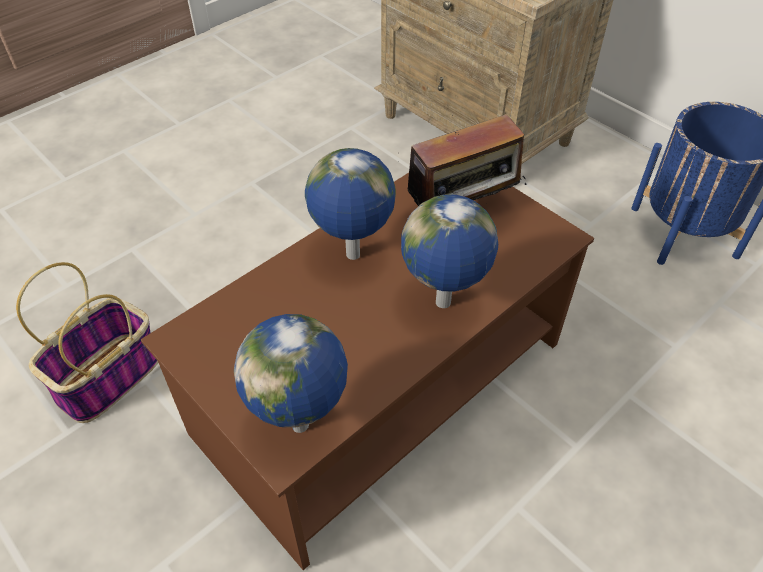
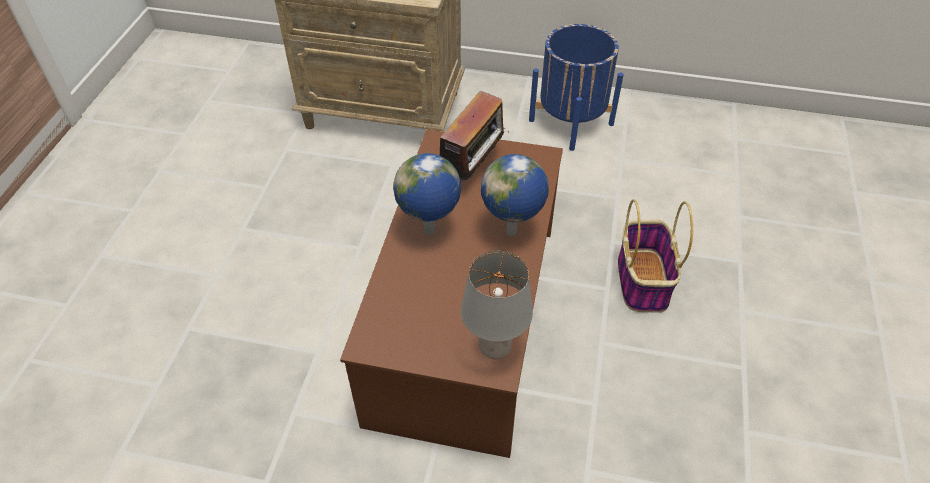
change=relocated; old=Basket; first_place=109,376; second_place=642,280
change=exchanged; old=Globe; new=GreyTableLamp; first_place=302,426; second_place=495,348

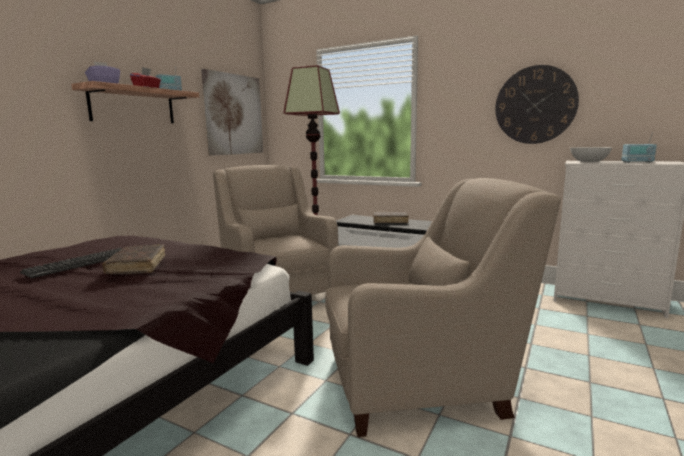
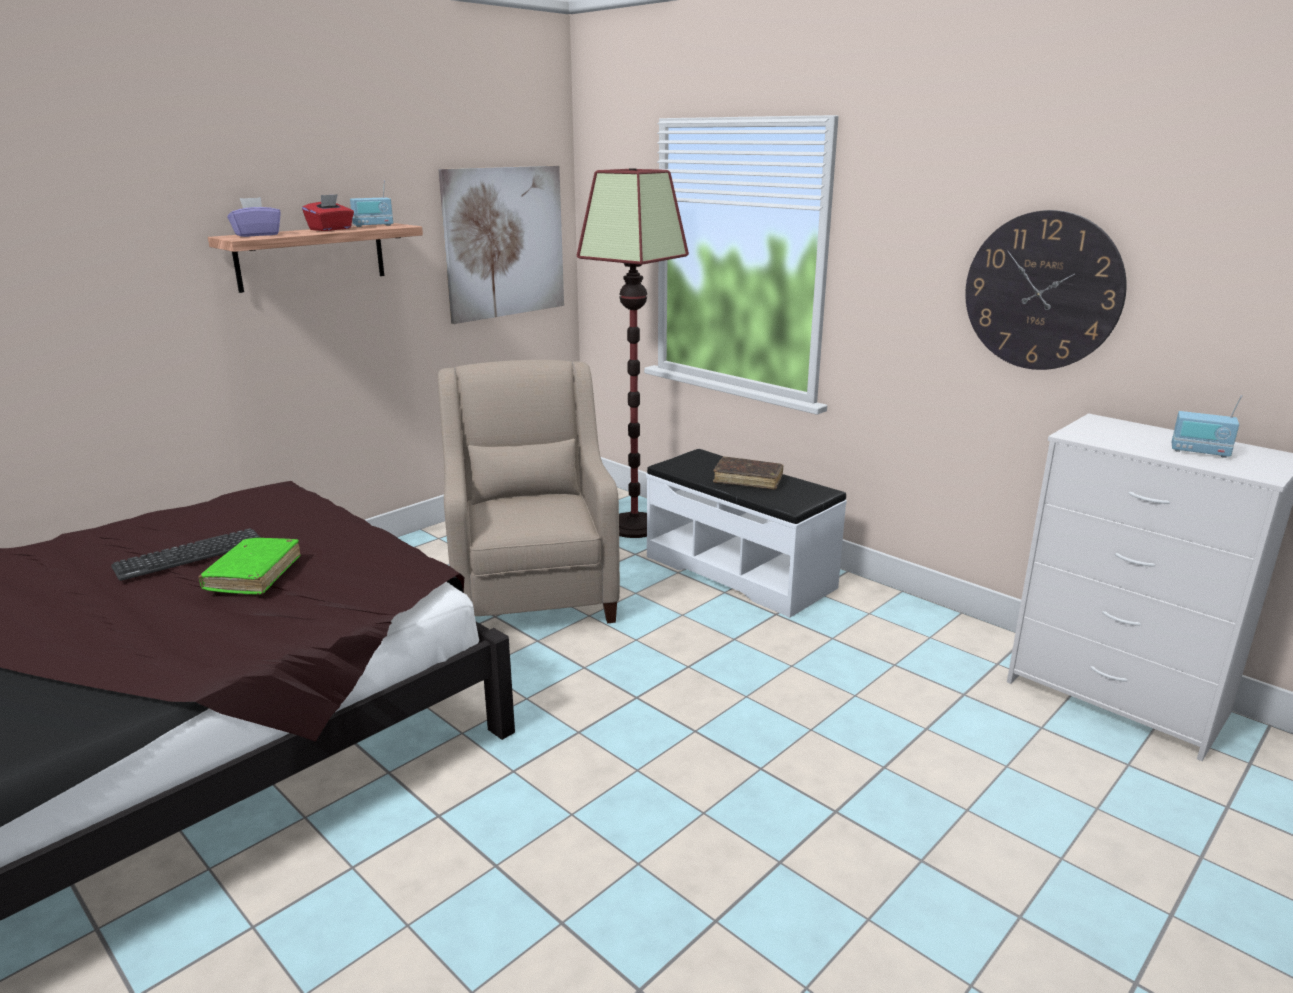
change=colour; old=BrownBook; new=GreenBook; first_place=137,266; second_place=254,575
change=missing; old=BeigeArmchair; first_place=420,382
change=missing; old=WhiteBowl; first_place=589,161

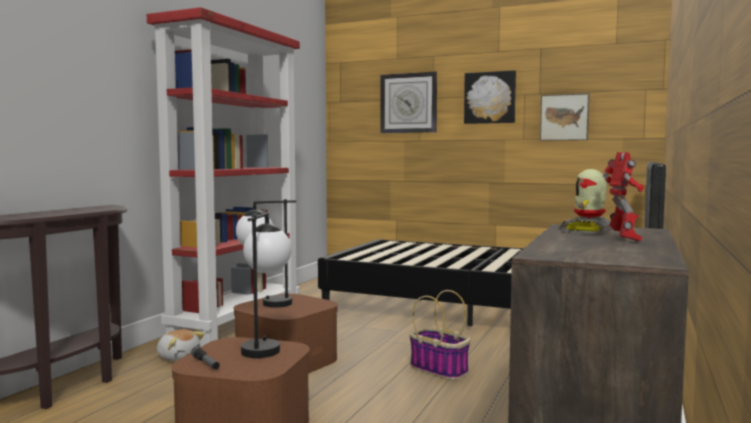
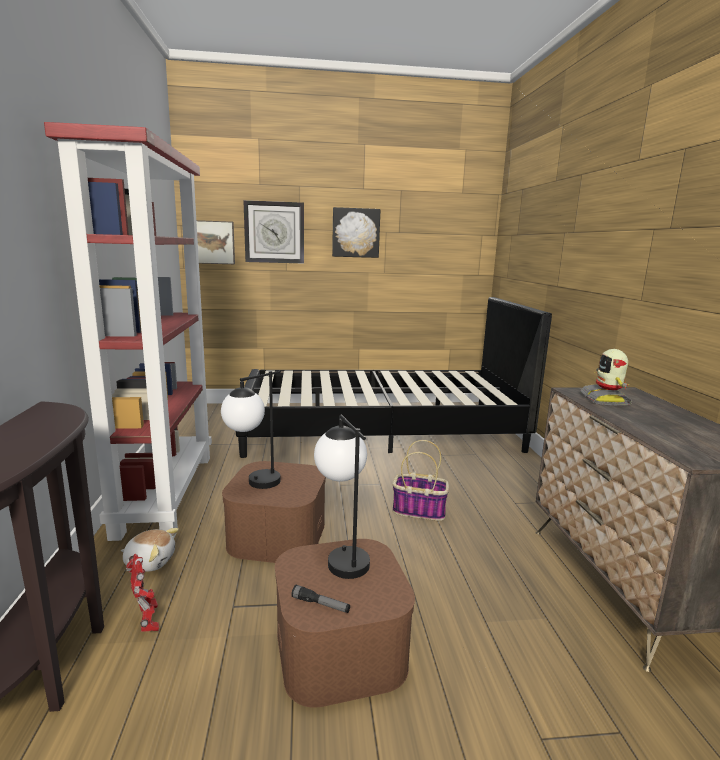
change=relocated; old=Picture; first_place=564,117; second_place=213,242
change=relocated; old=ToyRobot; first_place=624,239; second_place=148,622

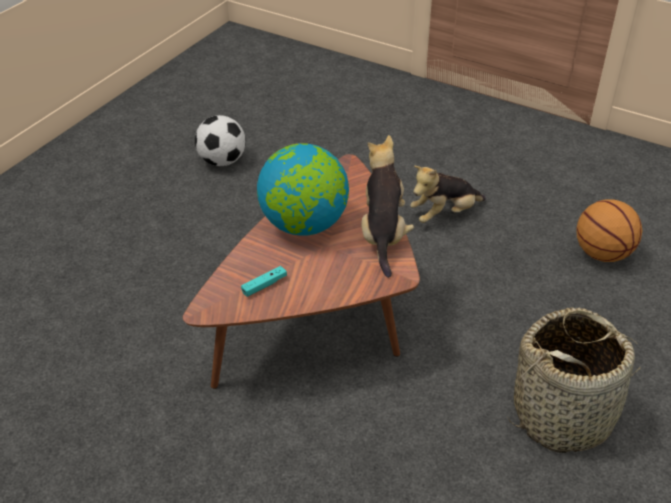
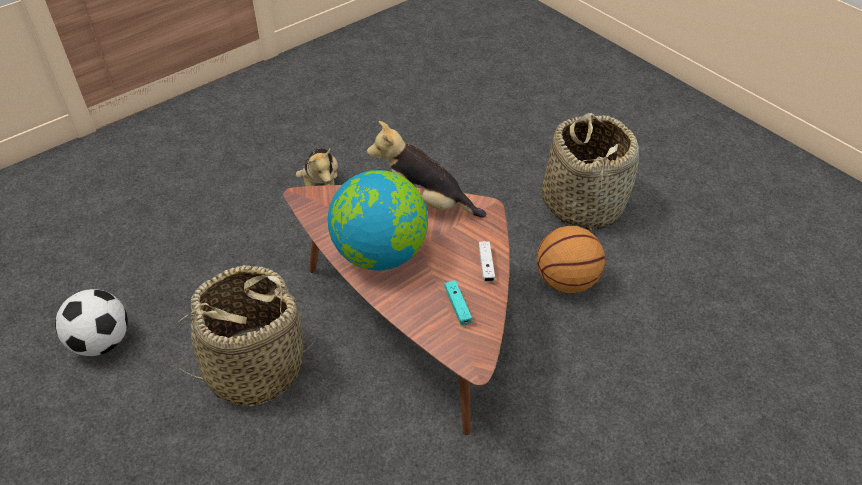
change=relocated; old=Basketball; first_place=601,254; second_place=566,282
change=appeared; new=Basket; second_place=254,367
change=appeared; new=WhiteGameController; second_place=486,265

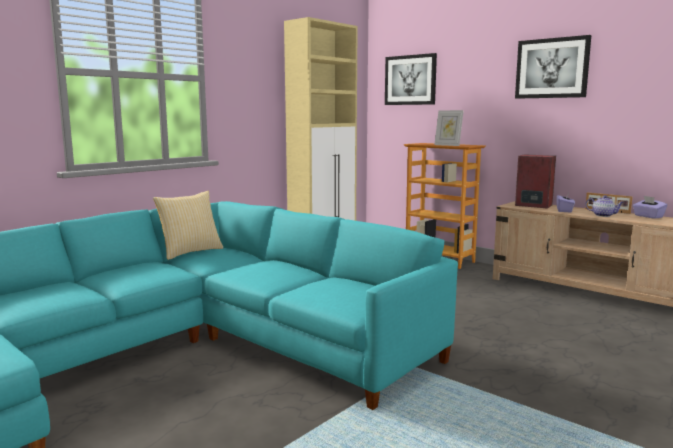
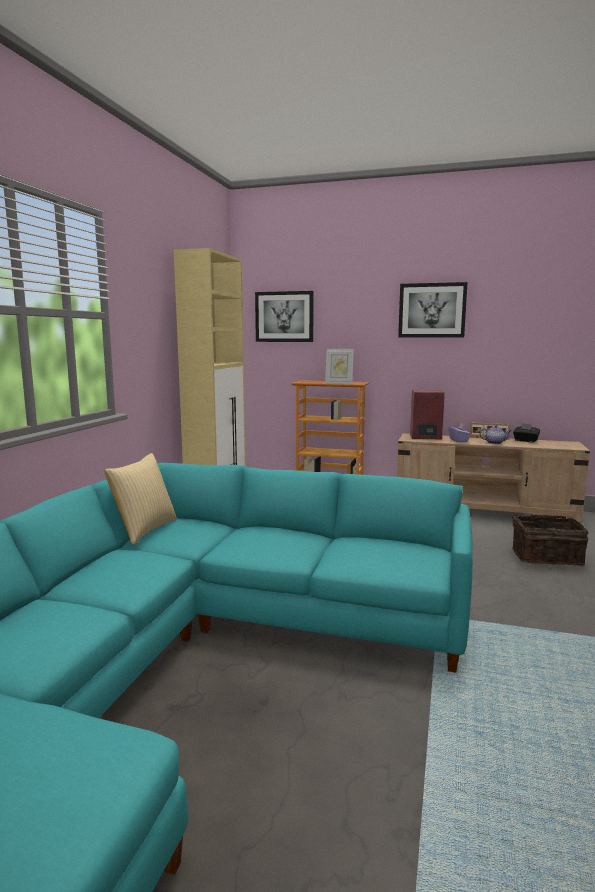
change=colour; old=PurpleTissueBox; new=BlackTissueBox; first_place=648,216; second_place=525,440
change=appeared; new=Basket; second_place=545,557

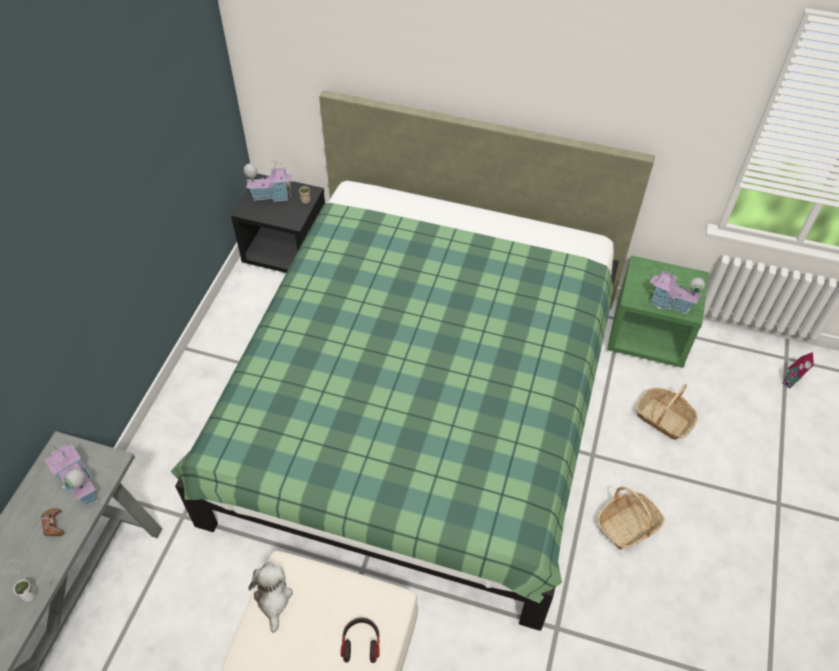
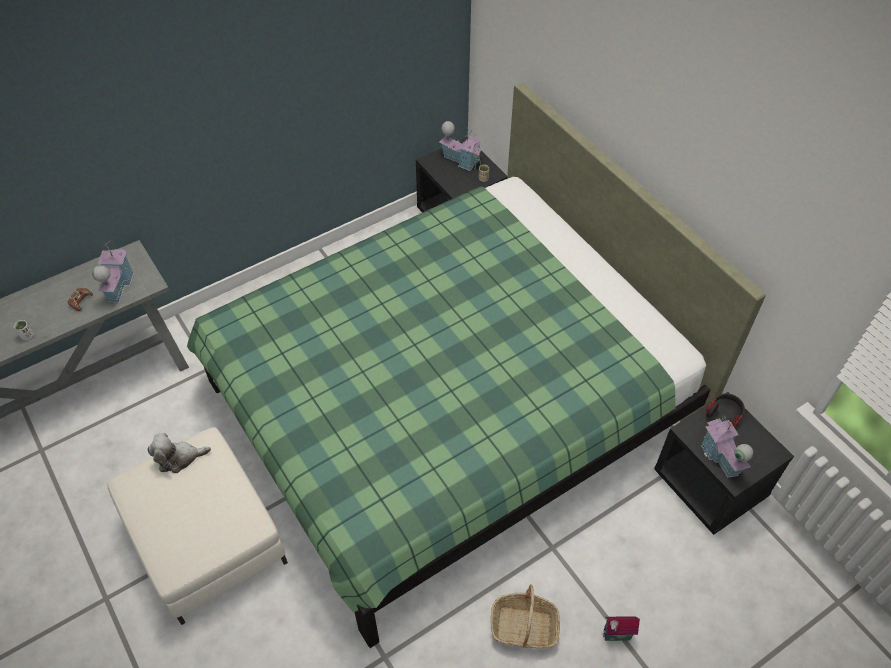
change=spun; old=PlushToy; first_place=273,598; second_place=179,458; degrees=-135
change=relocated; old=Headphones; first_place=361,643; second_place=724,414
change=colour; old=GreenNightstand; new=BlackNightstand; first_place=648,336; second_place=710,485
change=missing; old=Basket; first_place=663,419
change=relocated; old=ToyHouse; first_place=793,381; second_place=616,637

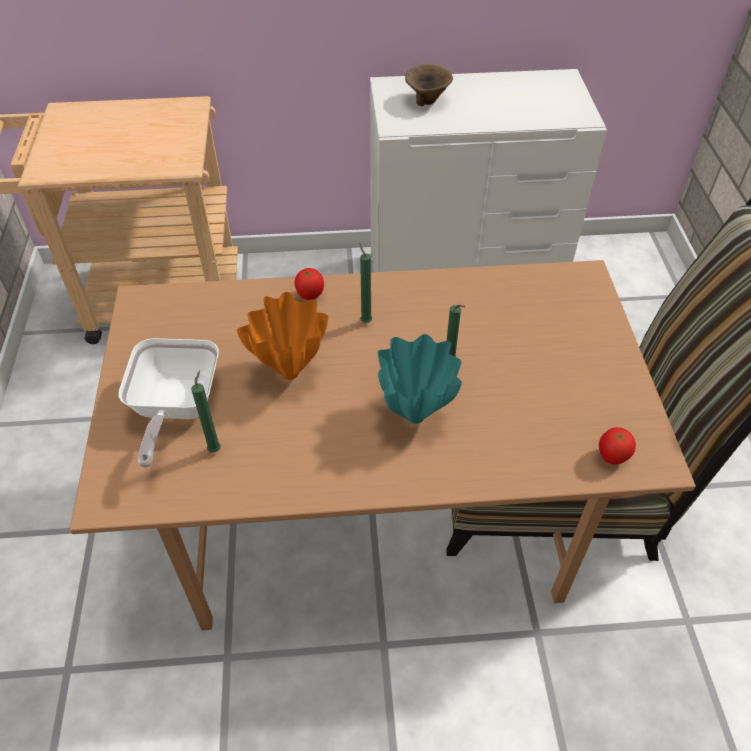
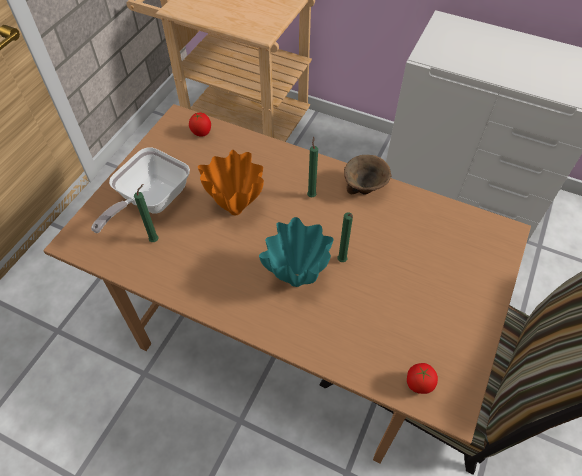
change=relocated; old=Tomato; first_place=310,296; second_place=201,133
change=relocated; old=BrownBowl; first_place=427,100; second_place=365,188

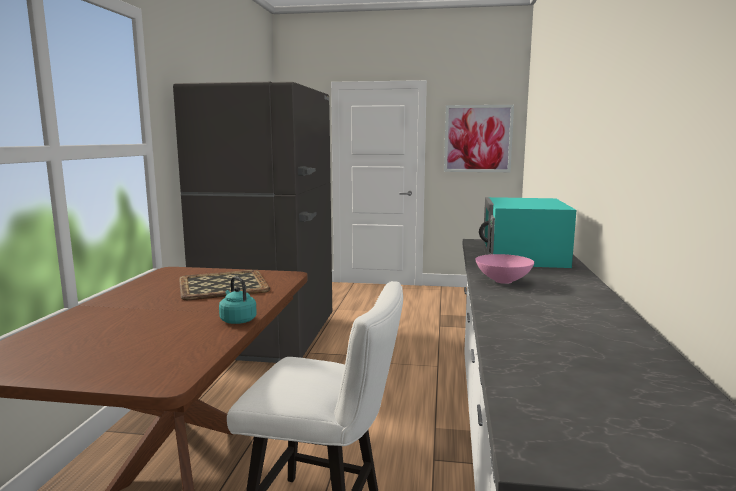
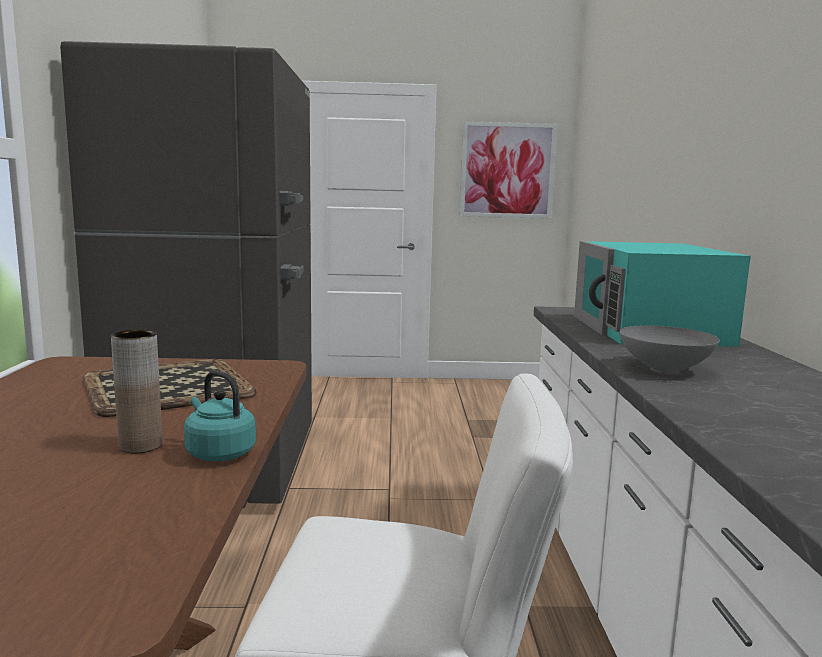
change=colour; old=PinkBowl; new=GreyBowl; first_place=502,281; second_place=663,369
change=appeared; new=BrownVase; second_place=140,446

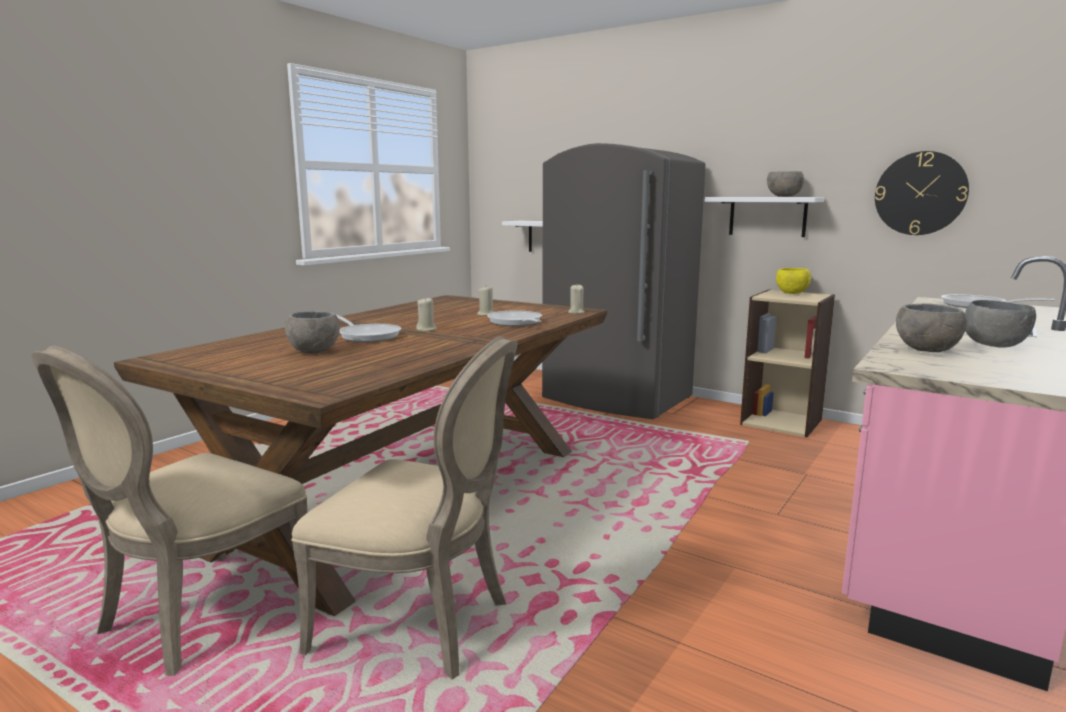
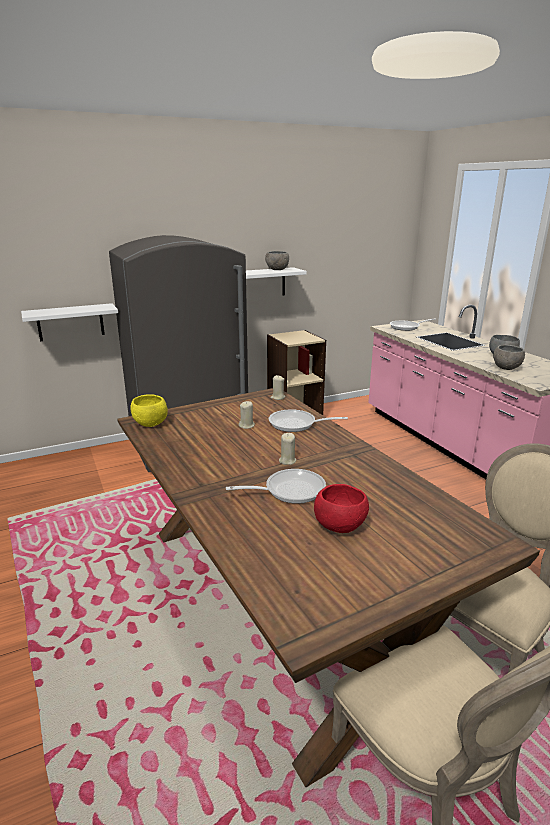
change=colour; old=GreyBowl; new=RedBowl; first_place=314,351; second_place=338,526
change=relocated; old=YellowBowl; first_place=792,293; second_place=150,424
change=missing; old=WallClock; first_place=920,193

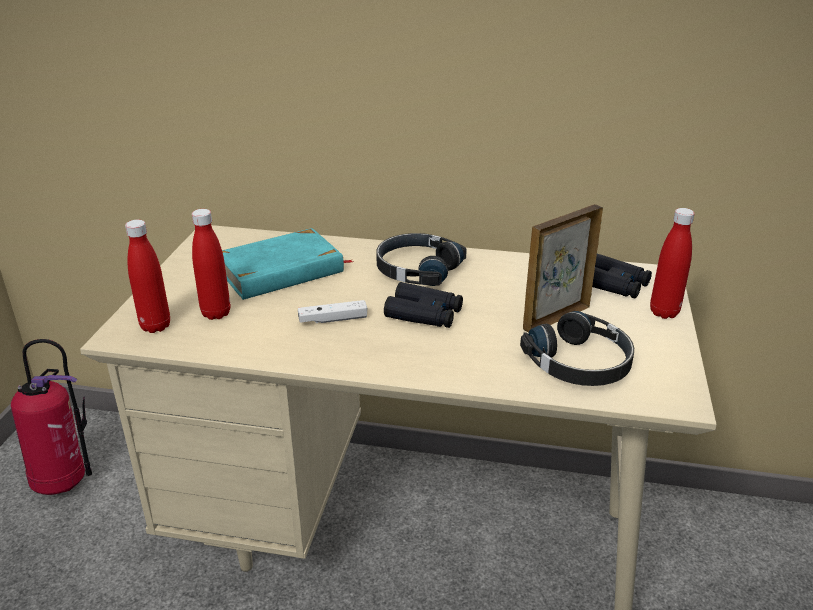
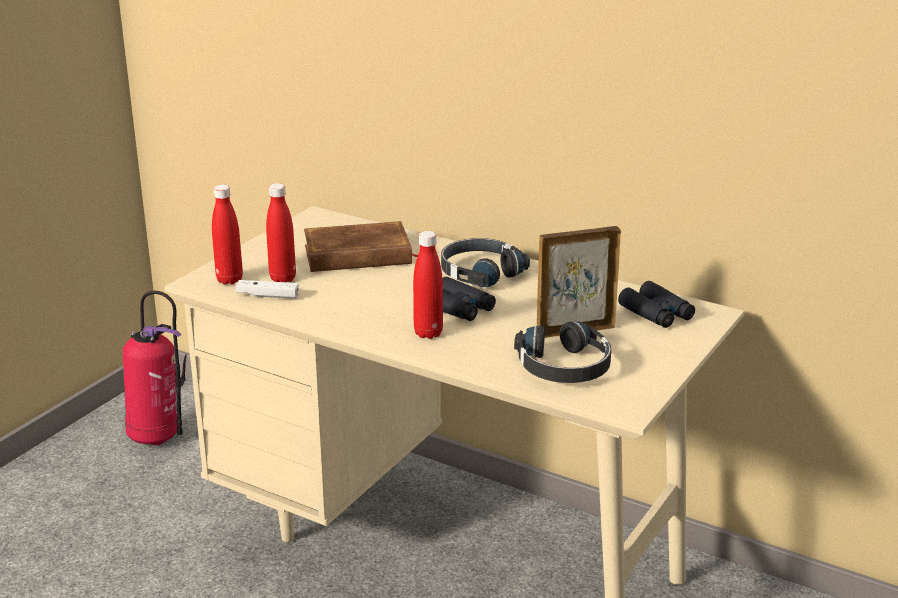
change=colour; old=TurquoiseBook; new=BrownBook; first_place=281,271; second_place=358,255
change=relocated; old=WhiteGameController; first_place=333,319; second_place=267,296
change=relocated; old=RedBottle; first_place=664,312; second_place=428,333

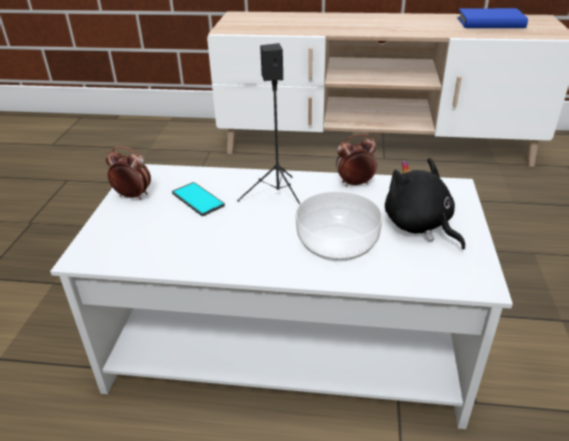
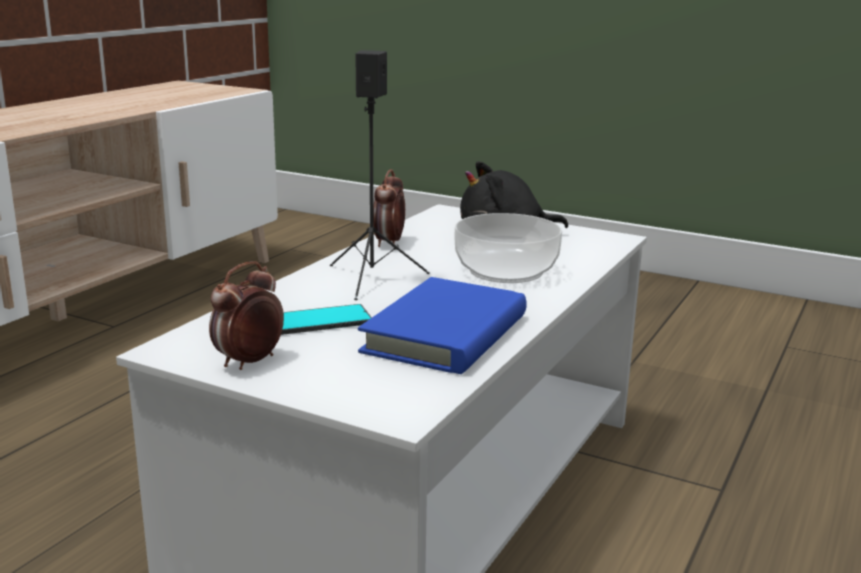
change=relocated; old=BlueBook; first_place=490,23; second_place=446,334

